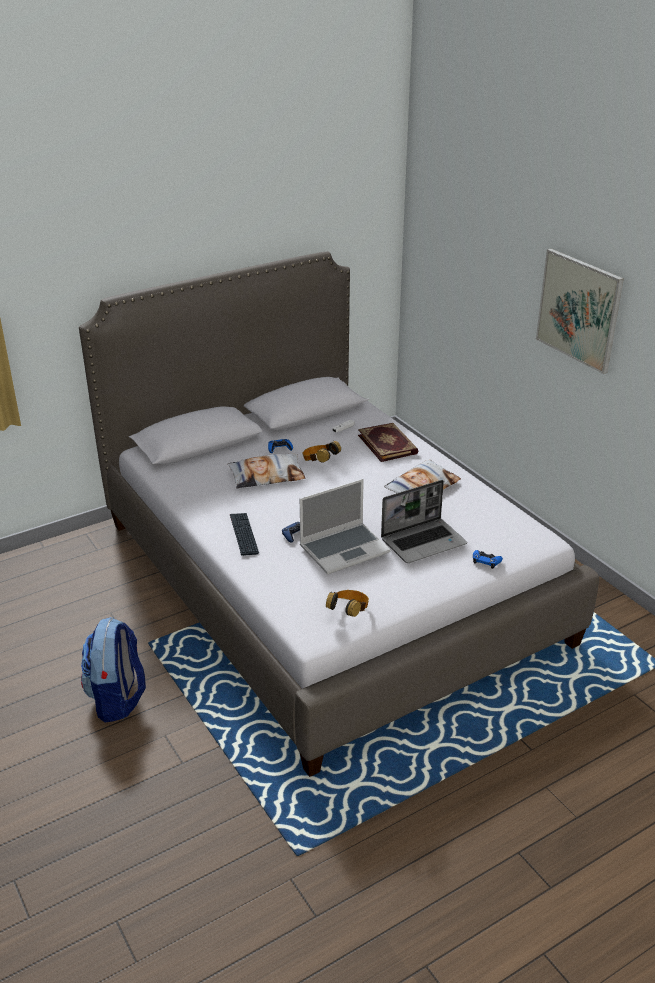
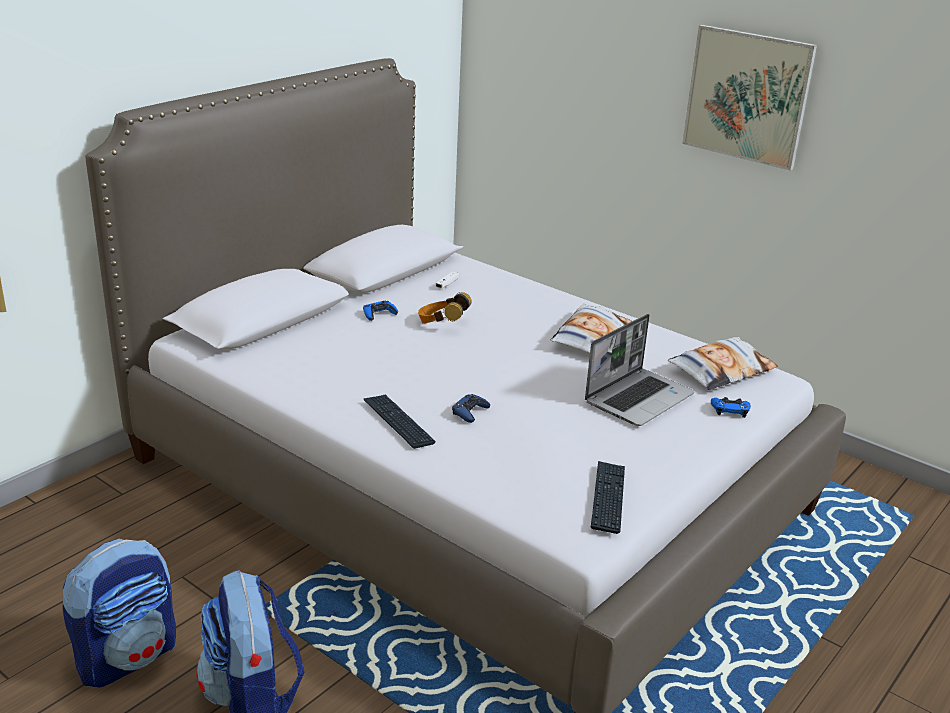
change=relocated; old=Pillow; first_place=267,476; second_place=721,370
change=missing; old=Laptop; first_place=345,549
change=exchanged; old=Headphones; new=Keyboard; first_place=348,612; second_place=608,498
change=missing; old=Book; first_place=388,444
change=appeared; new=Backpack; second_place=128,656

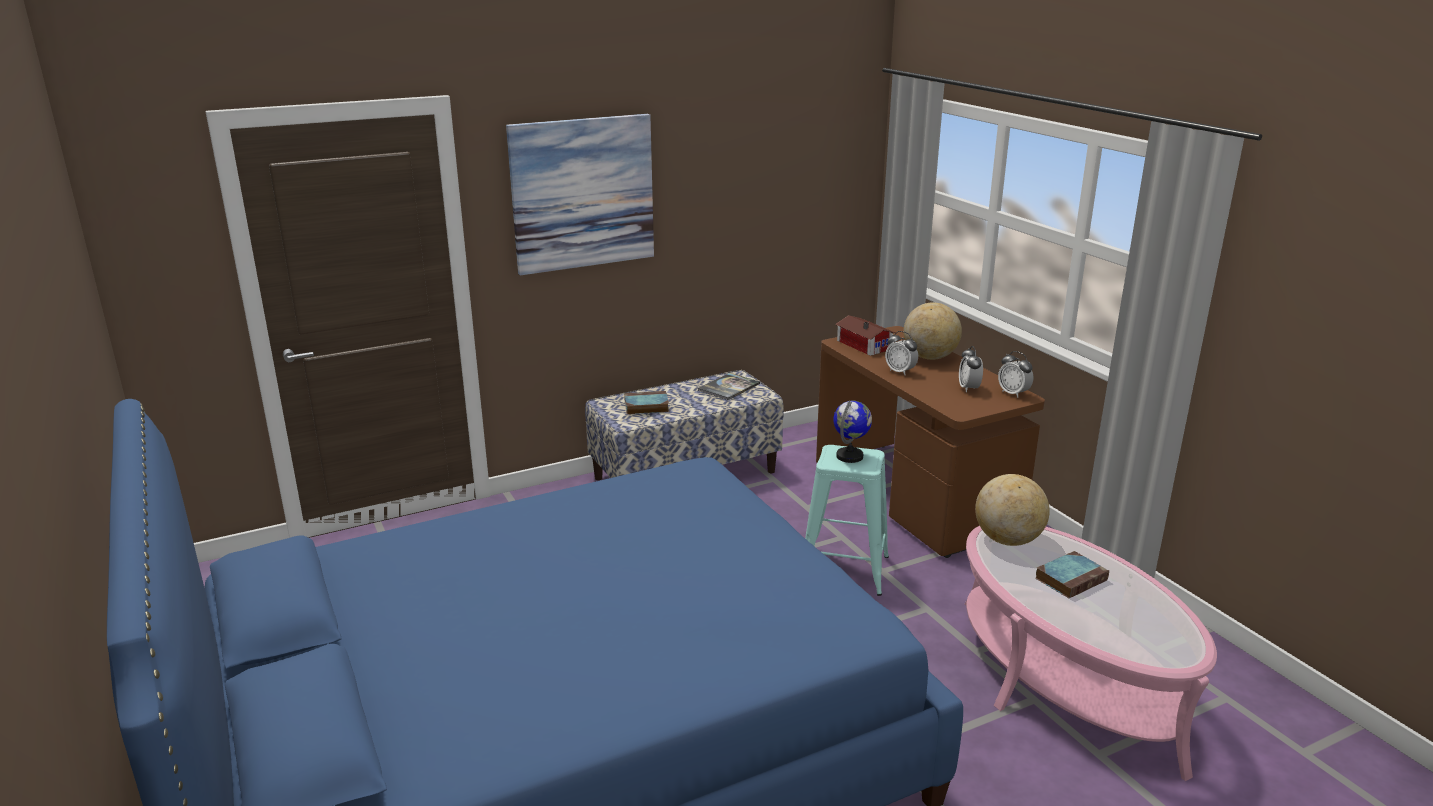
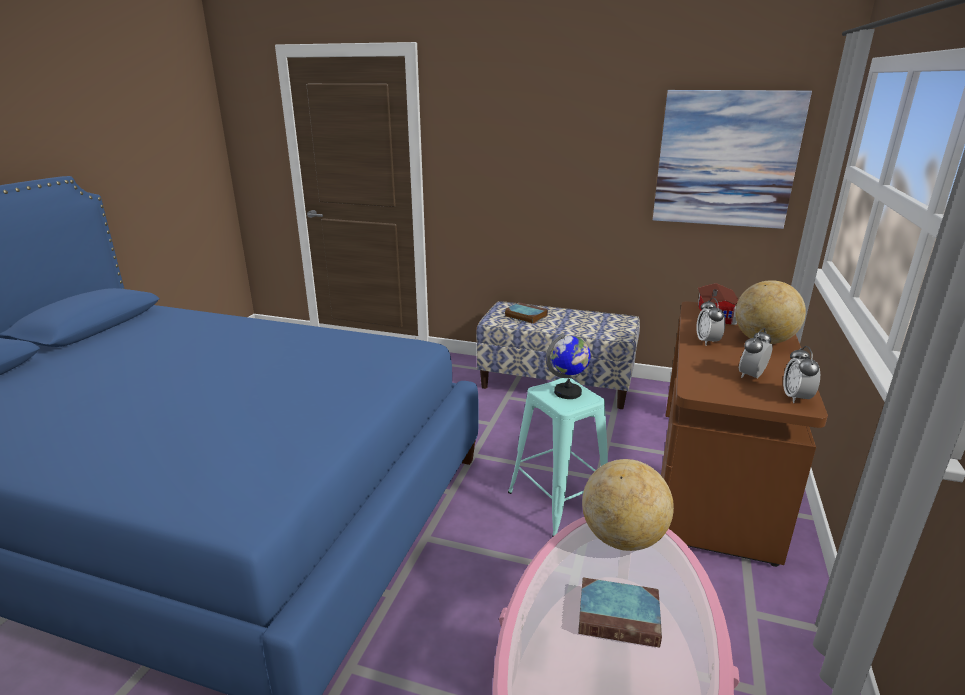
change=relocated; old=Picture; first_place=582,193; second_place=726,159
change=missing; old=Book; first_place=728,387

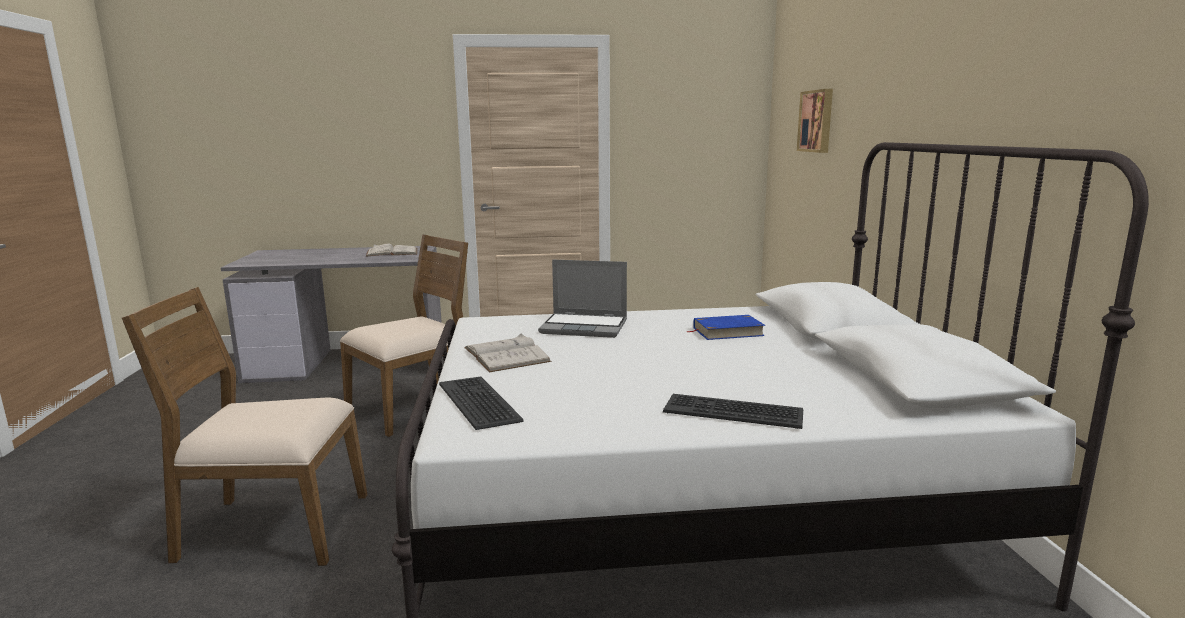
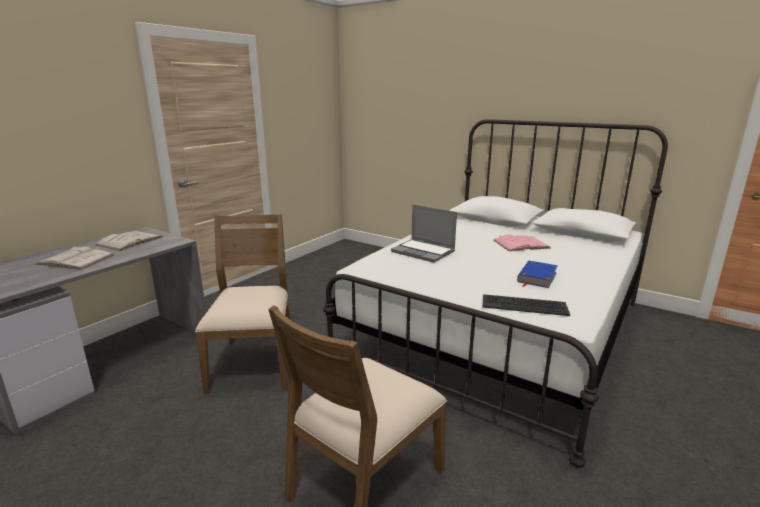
change=relocated; old=WhiteBook; first_place=506,354; second_place=76,259
change=spun; old=Laptop; first_place=585,327; second_place=424,252; degrees=75
change=missing; old=Keyboard; first_place=733,412
change=relocated; old=BlueBook; first_place=727,332; second_place=536,277
change=missing; old=Picture; first_place=817,121
change=appeared; new=PinkBook; second_place=521,244

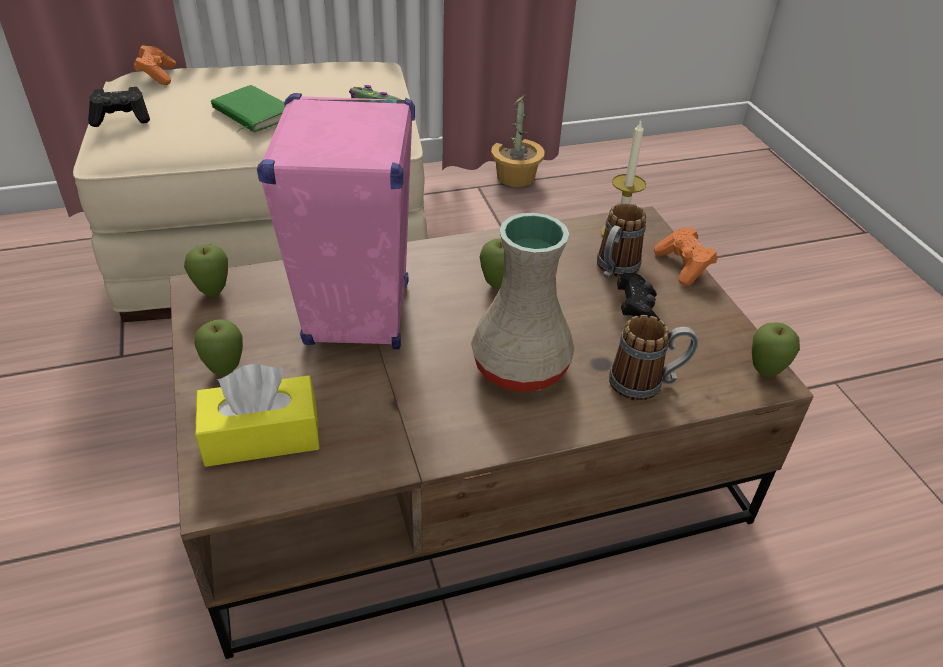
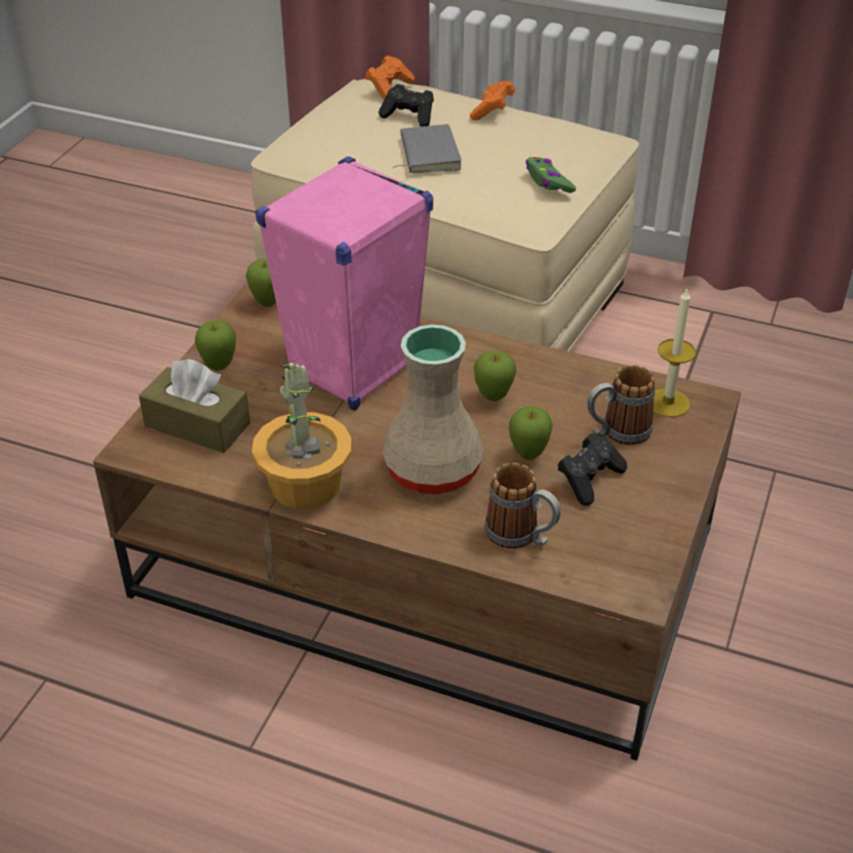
change=relocated; old=BlackGameController; first_place=122,118; second_place=409,116
change=colour; old=YellowTissueBox; new=BrownTissueBox; first_place=261,436; second_place=197,425
change=colour; old=GreenBook; new=GreyBook; first_place=251,114; second_place=427,154
change=relocated; old=PottedPlant; first_place=516,177; second_place=306,485
change=relocated; old=OrangeGameController; first_place=683,266; second_place=492,111
change=relocated; old=Apple; first_place=764,372; second_place=528,455

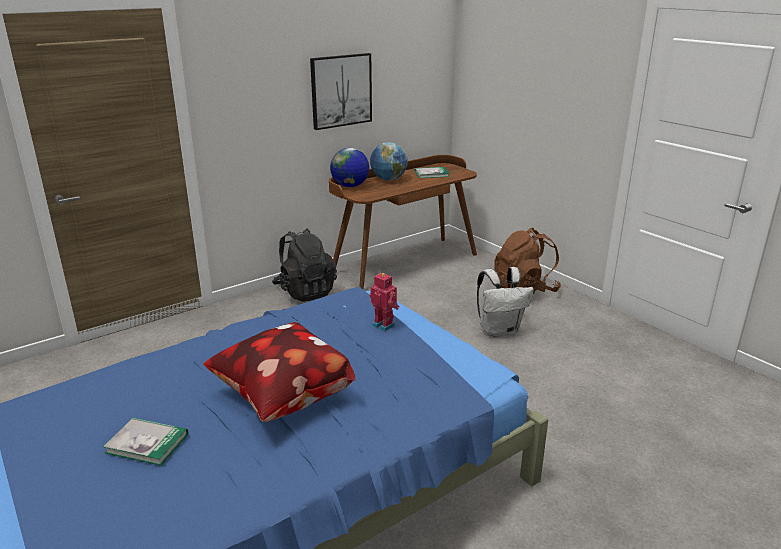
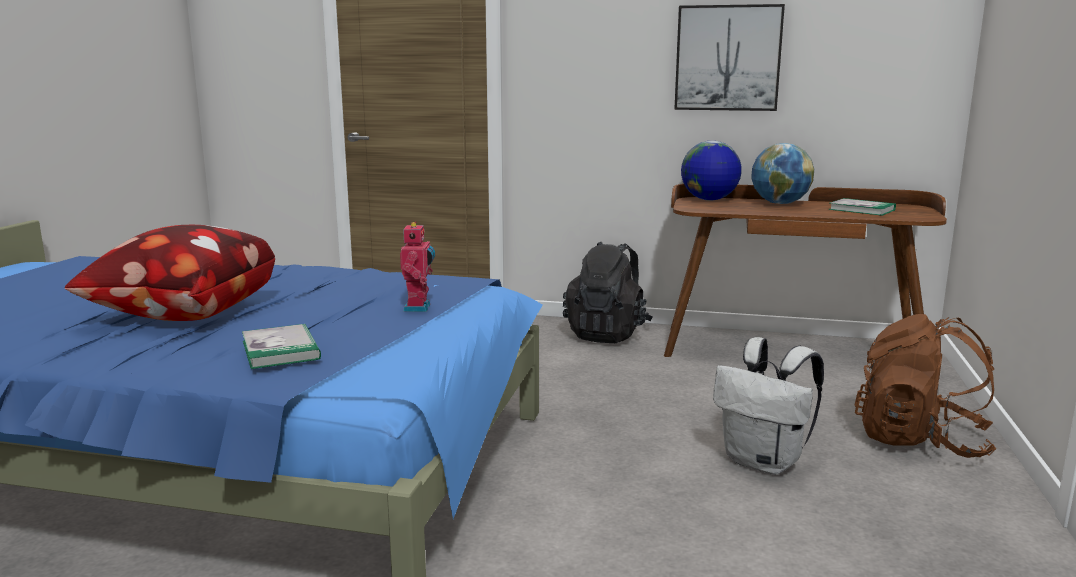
change=relocated; old=Book; first_place=147,443; second_place=281,350

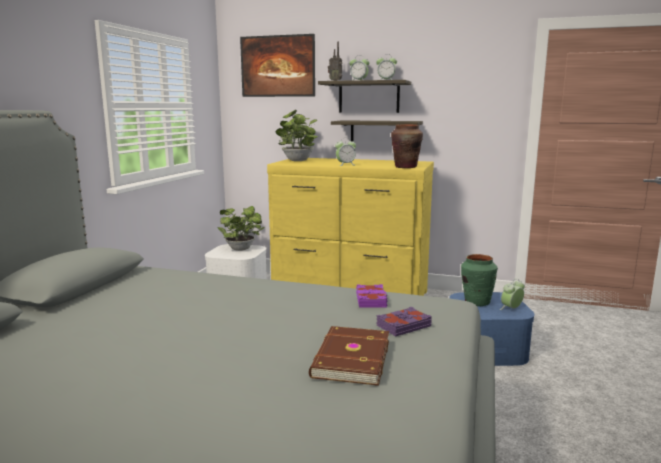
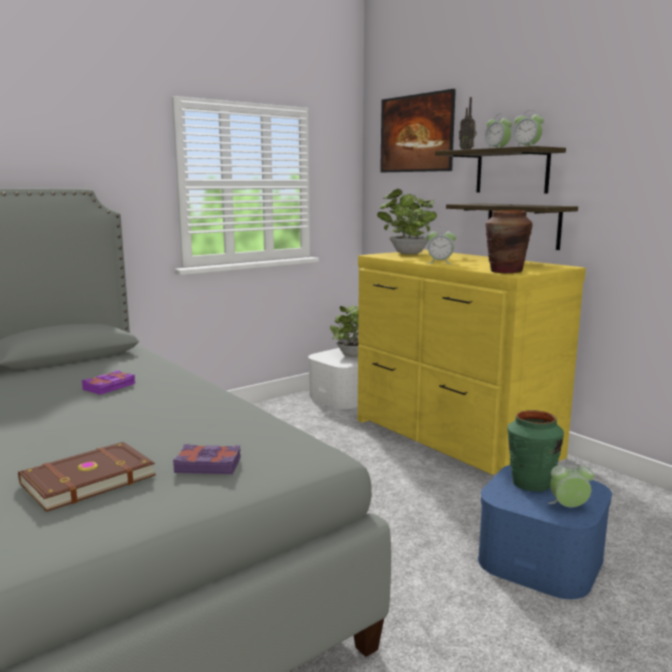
change=relocated; old=PurpleBook; first_place=371,300; second_place=110,387

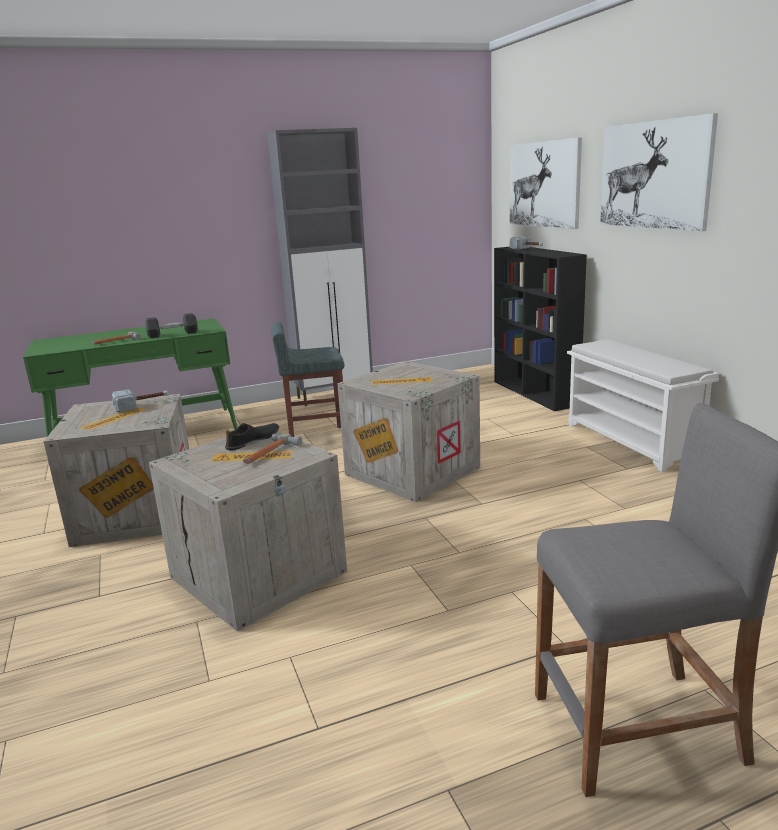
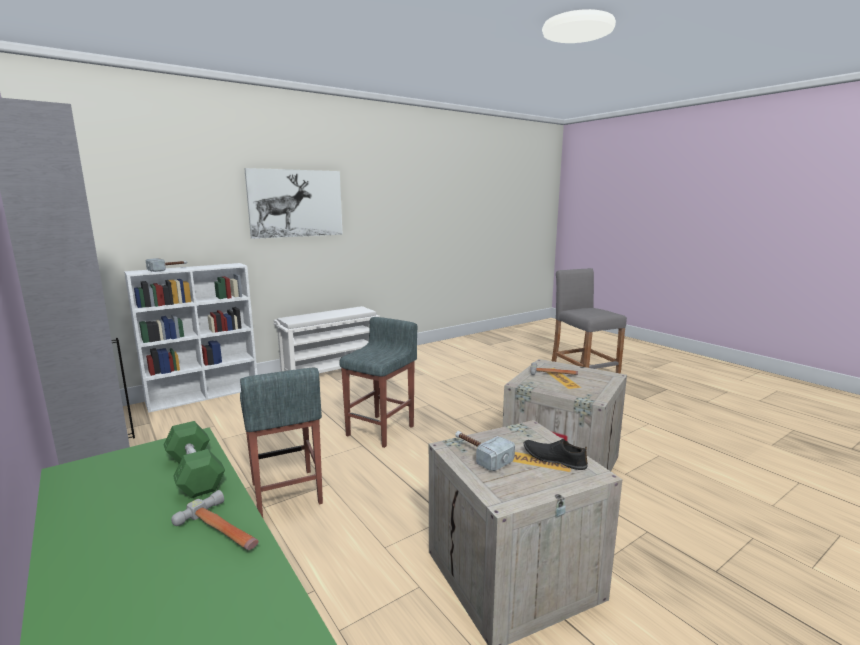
change=colour; old=GreyDumbbell; new=GreenDumbbell; first_place=173,334; second_place=195,472
change=relocated; old=BlackShoe; first_place=253,441; second_place=554,459
change=exchanged; old=Crate; new=GreyStool; first_place=412,472; second_place=381,430
change=colour; old=BlackBookcase; new=WhiteBookcase; first_place=535,393; second_place=205,395
change=missing; old=Picture; first_place=544,184

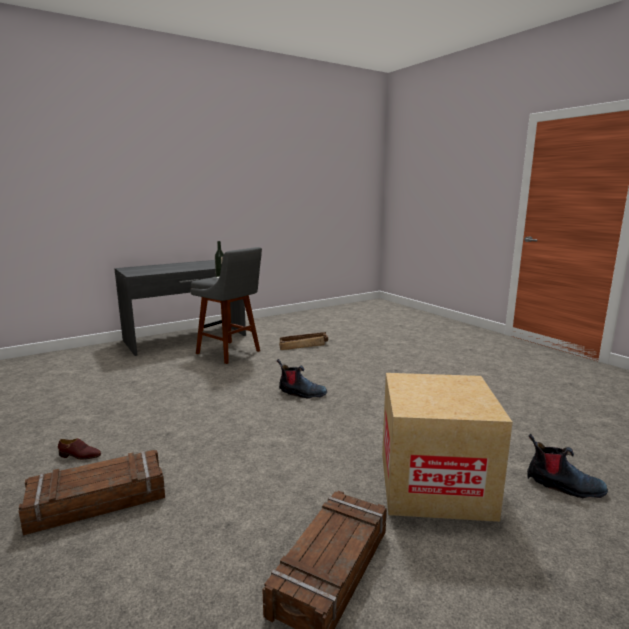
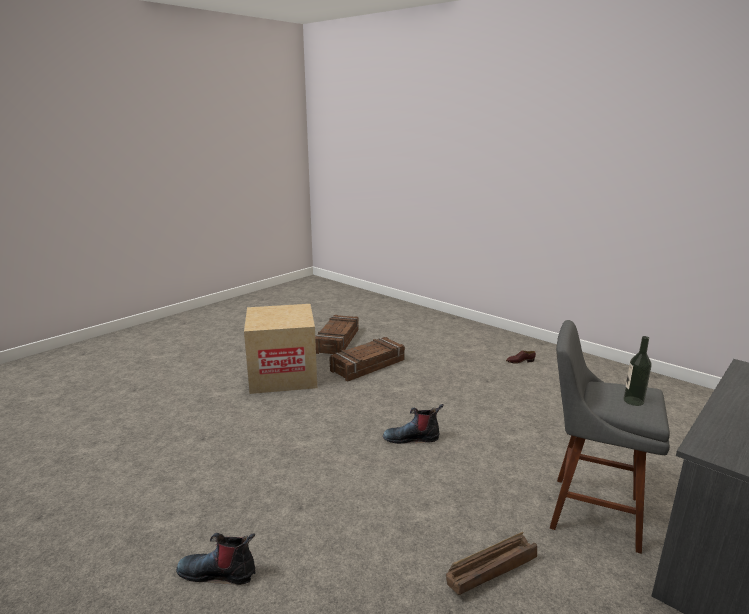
change=relocated; old=Crate; first_place=98,500; second_place=368,366
change=relocated; old=Boot; first_place=563,486; second_place=219,572

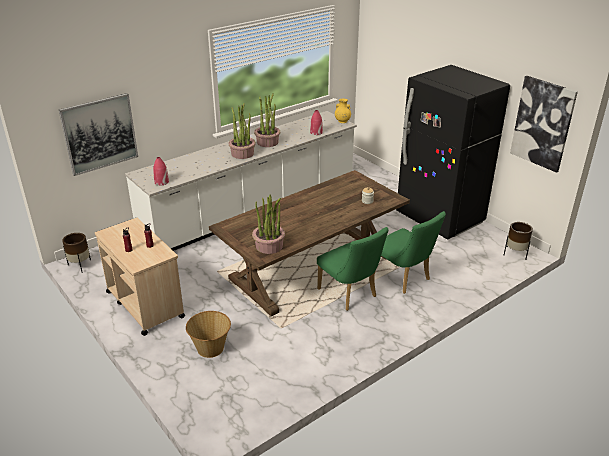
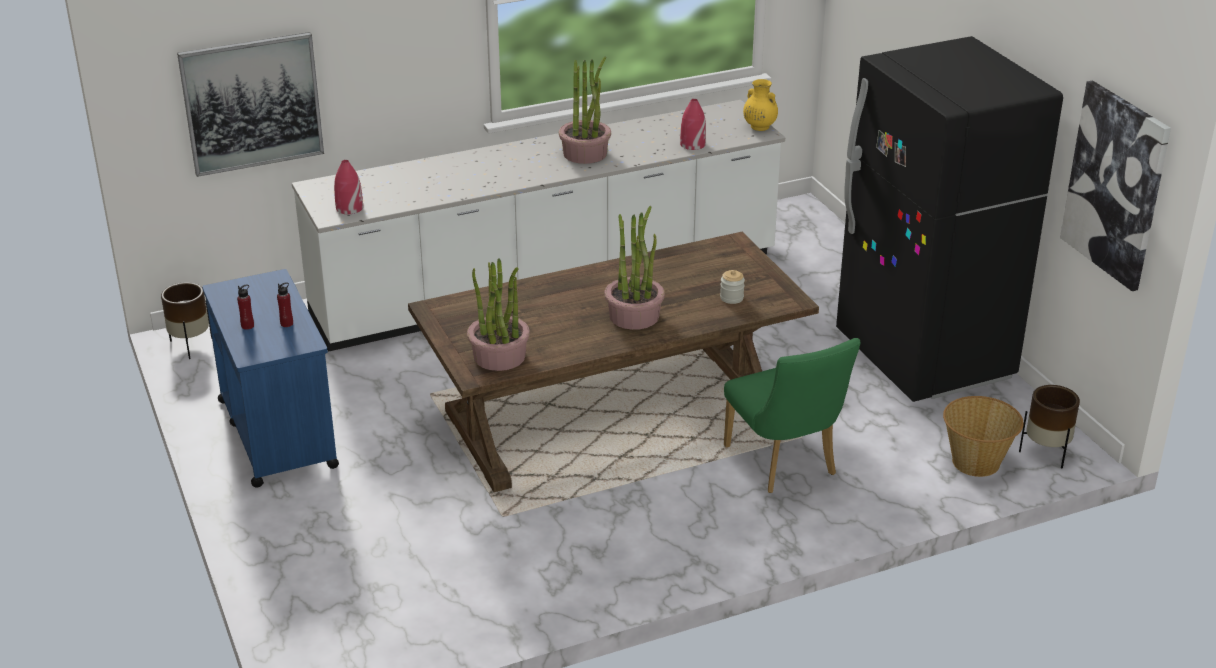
change=colour; old=BeigeCart; new=BlueCart; first_place=144,304; second_place=277,432
change=relocated; old=Basket; first_place=210,348; second_place=976,463
change=relocated; old=PottedPlant; first_place=242,153; second_place=634,315
change=missing; old=GreenChair; first_place=350,294

